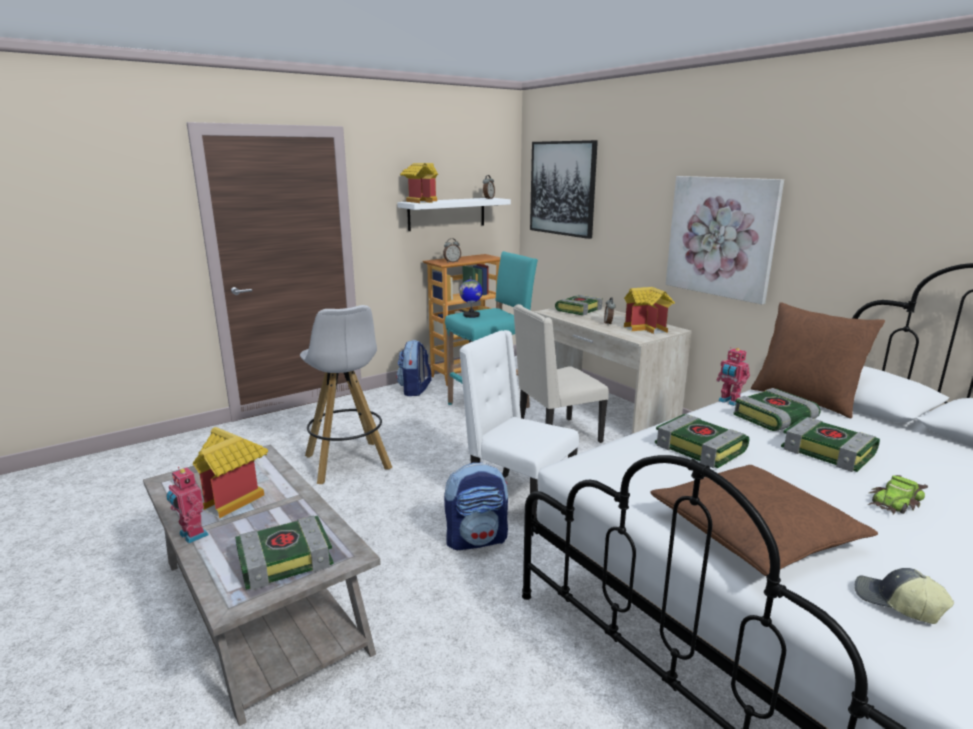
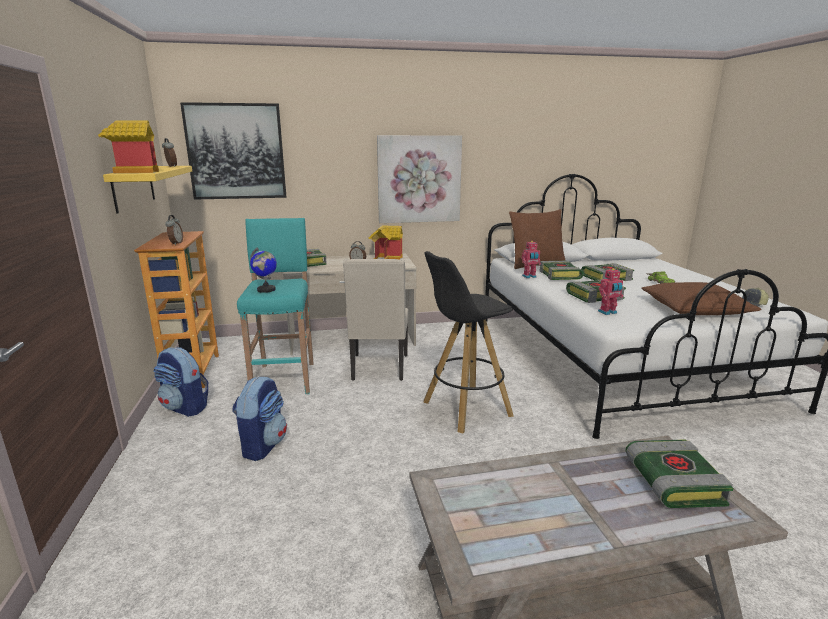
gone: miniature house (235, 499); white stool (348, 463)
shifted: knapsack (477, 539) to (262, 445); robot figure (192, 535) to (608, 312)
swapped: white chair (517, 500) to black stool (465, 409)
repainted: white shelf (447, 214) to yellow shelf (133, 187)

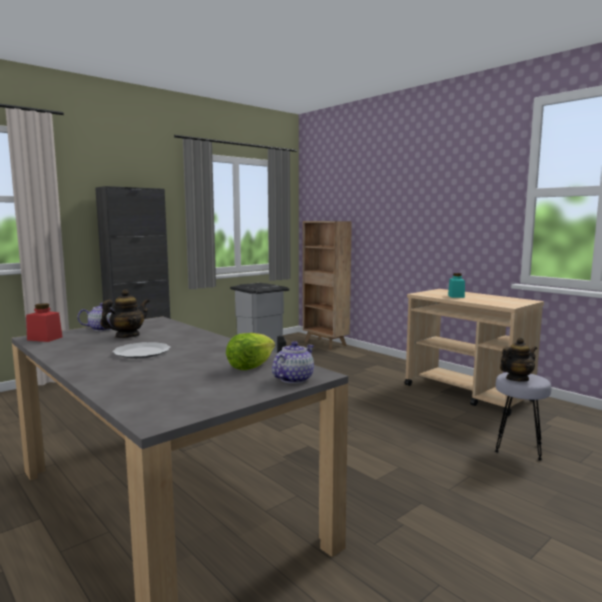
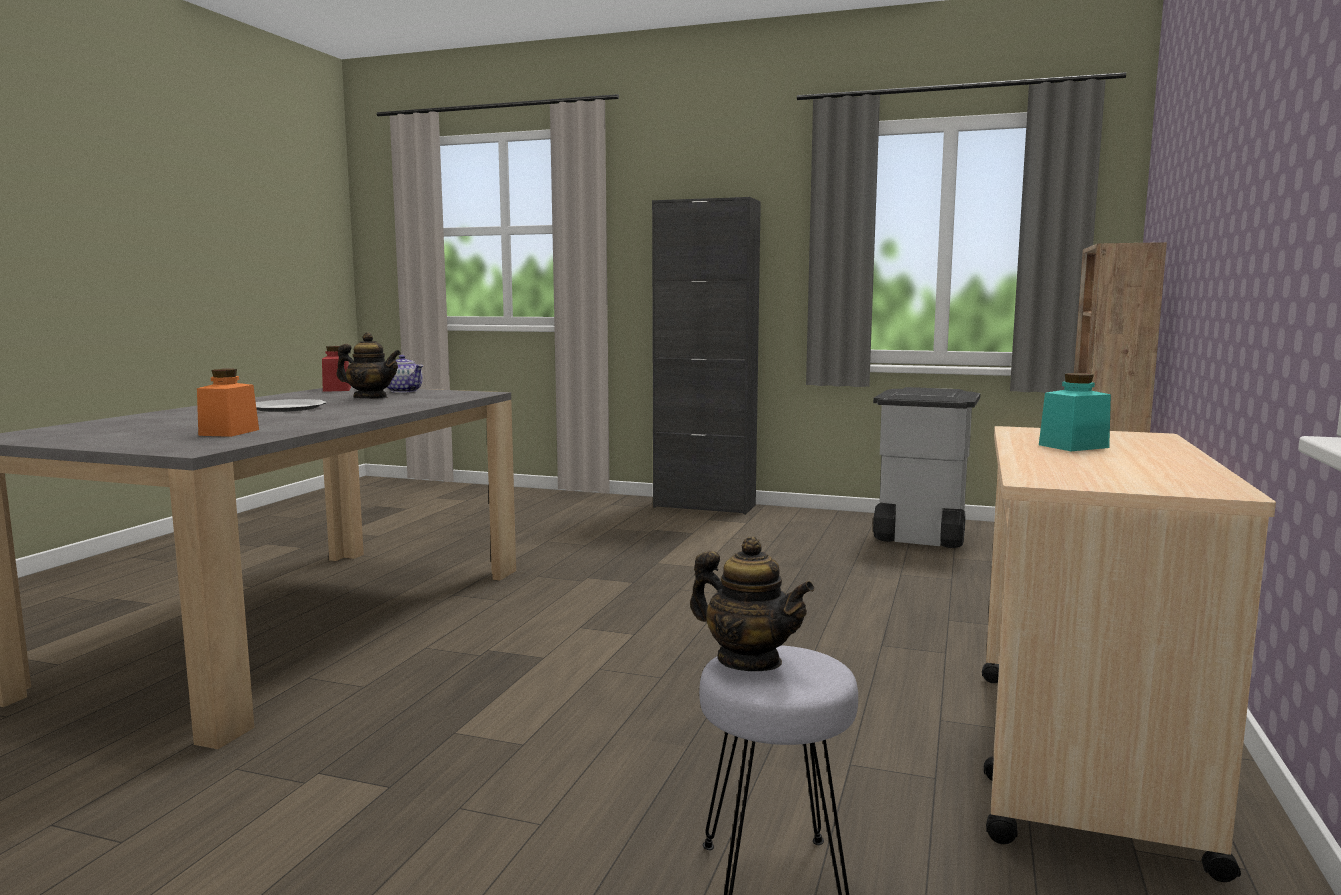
gone: pot for tea (293, 379)
swapped: lettuce (250, 367) to orange-coloured preserve jar (229, 432)

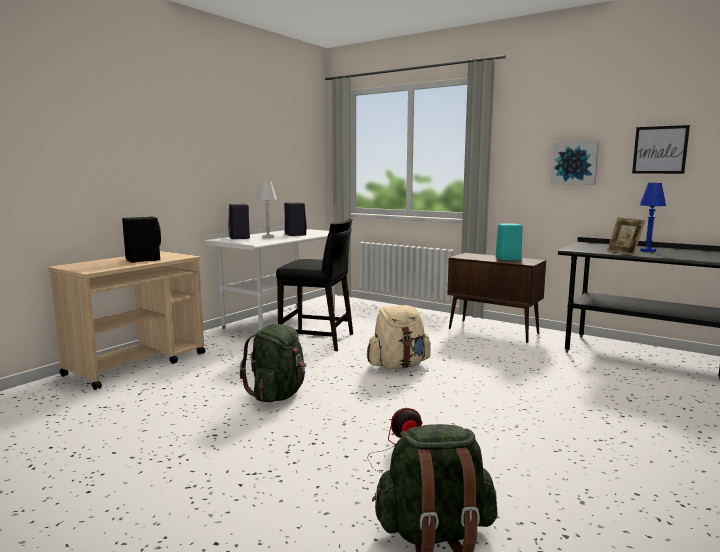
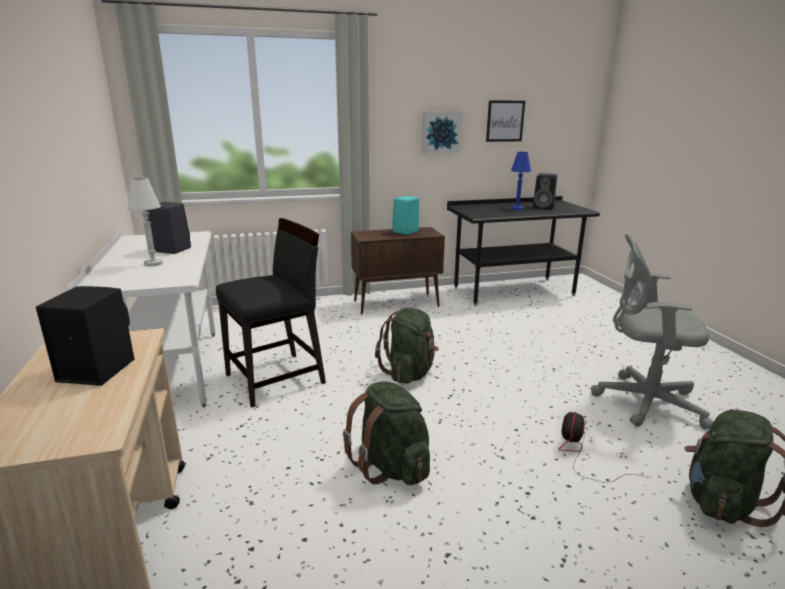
gone: standing frame (624, 252)
new: greyish desk chair (642, 401)
shifted: black loudspeaker (240, 238) to (544, 207)
repainted: beige-coloured knapsack (398, 366) to greenish knapsack (409, 373)

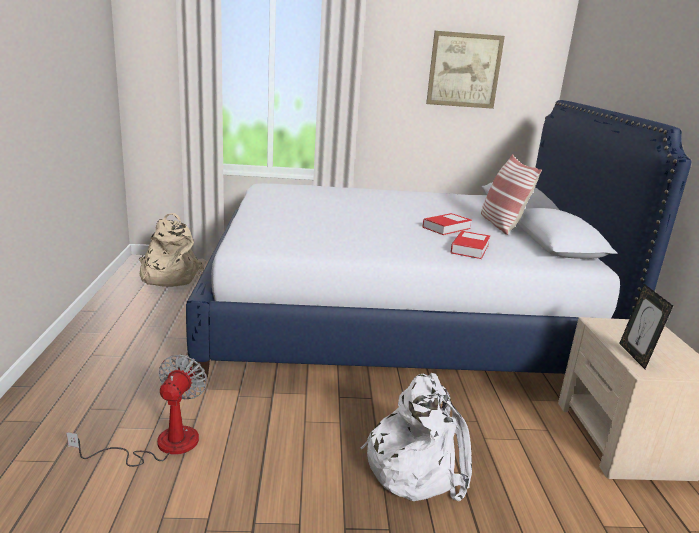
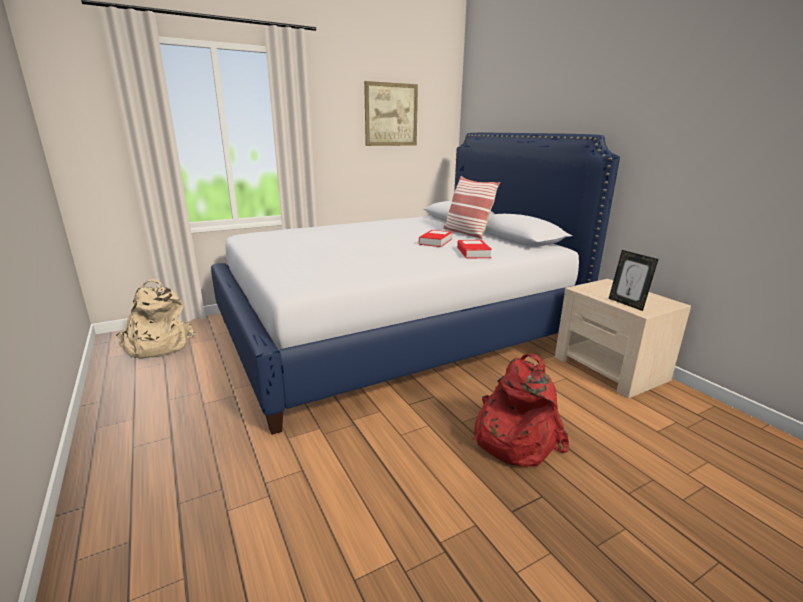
gone: cooling fan (161, 445)
repainted: white knapsack (416, 466) to red-coloured knapsack (513, 437)

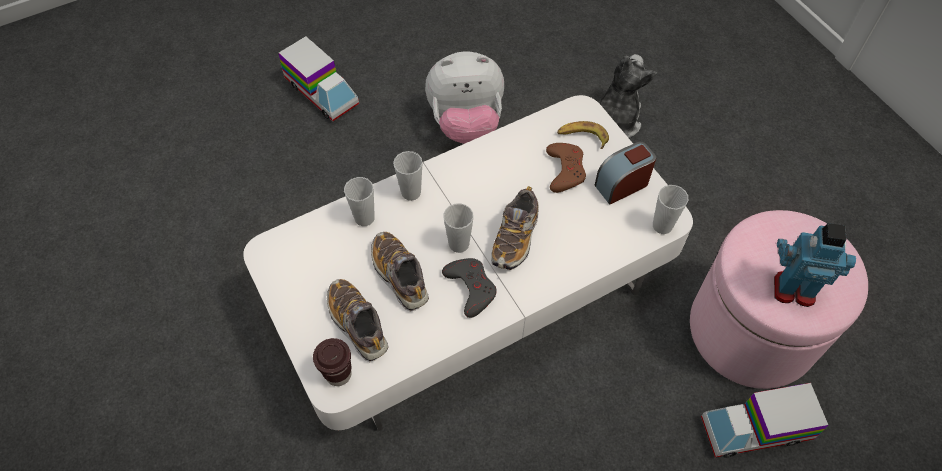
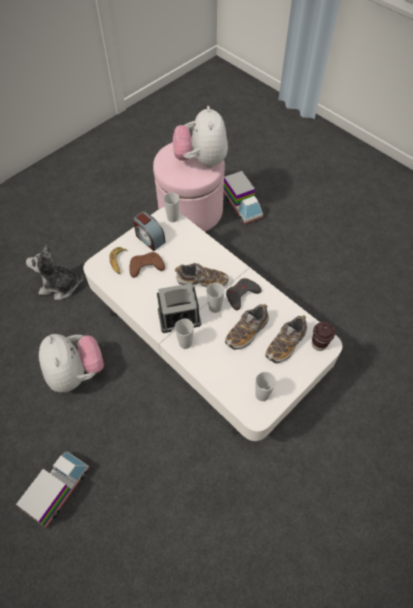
new: table clock (179, 317)
shifted: cup (364, 218) to (262, 395)
swapped: robot figure (793, 288) to cuddly toy (201, 160)

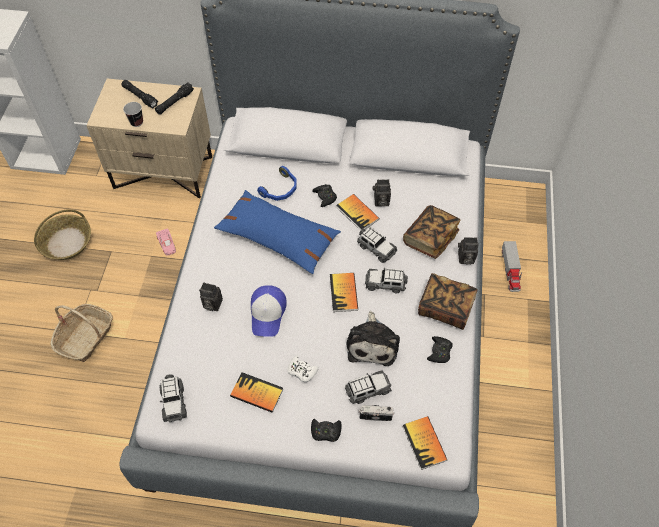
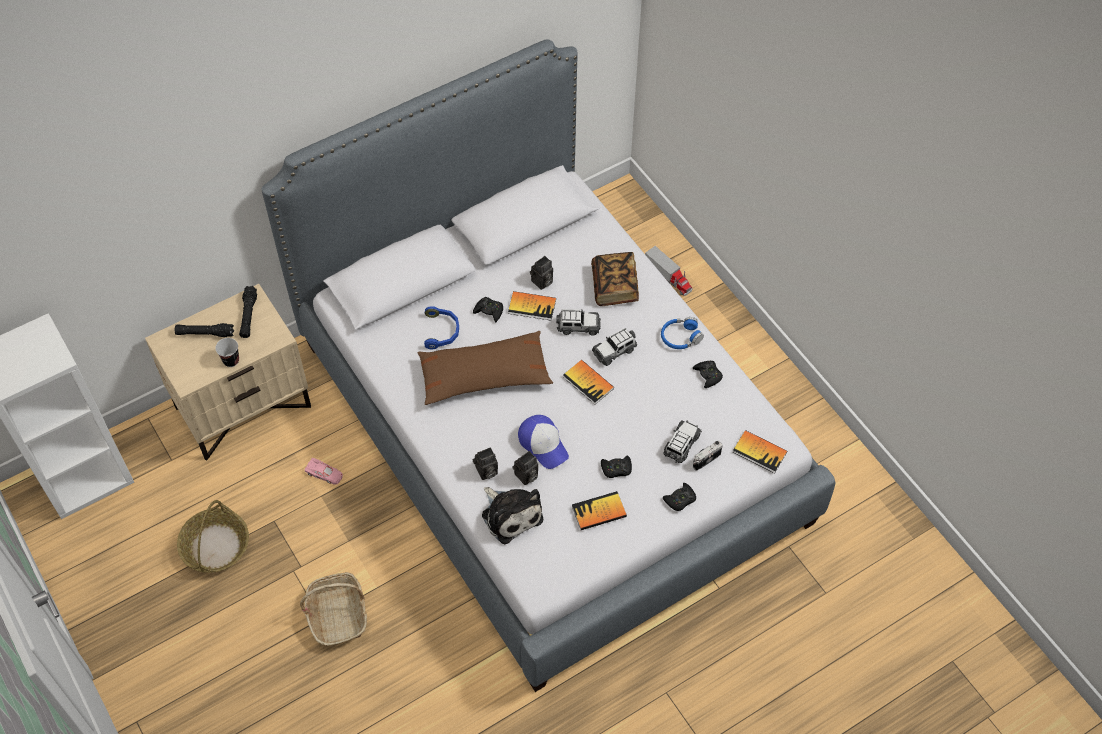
gone: toy car (174, 402)
shifted: cuddly toy (372, 343) to (510, 514); photo camera (465, 259) to (526, 476)
swapped: bound book (445, 308) to blue headset (680, 337)
repainted: blue throw pillow (278, 237) to brown throw pillow (484, 375); white joypad (302, 371) to black joypad (616, 469)

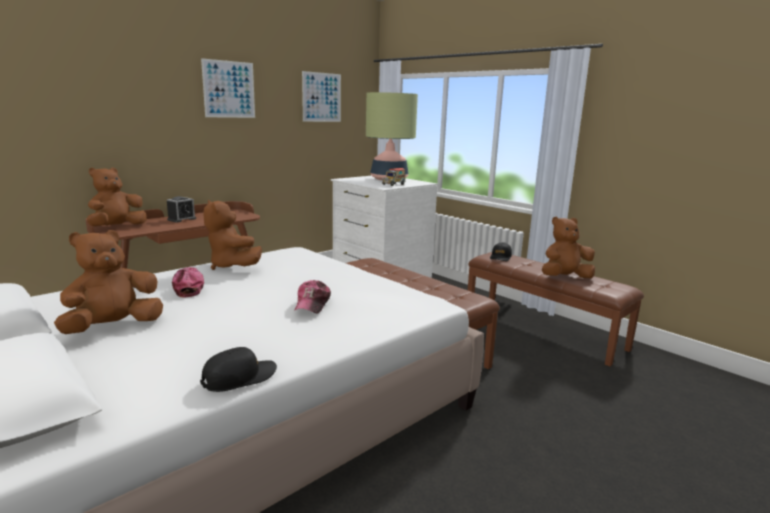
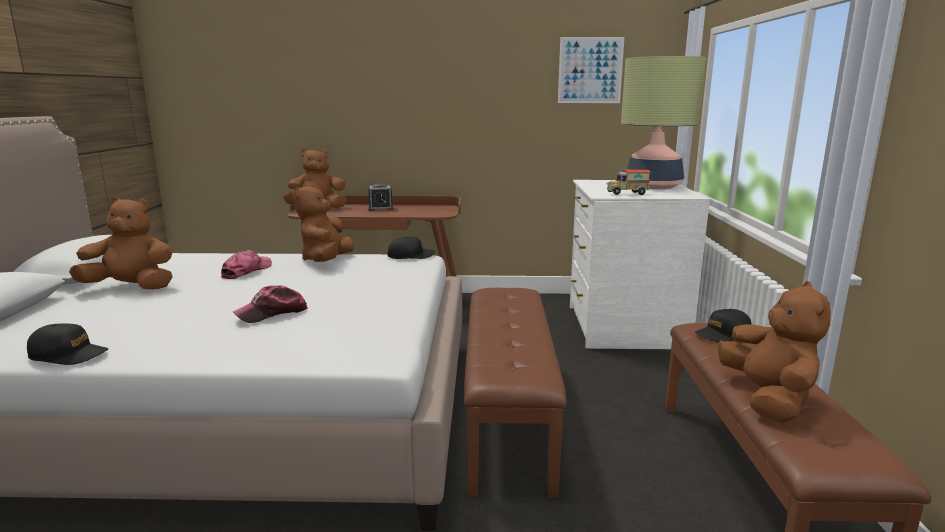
gone: wall art (229, 89)
new: black cap (411, 256)
rotated: brown cuddly toy (564, 278) = (767, 399) 60 degrees clockwise

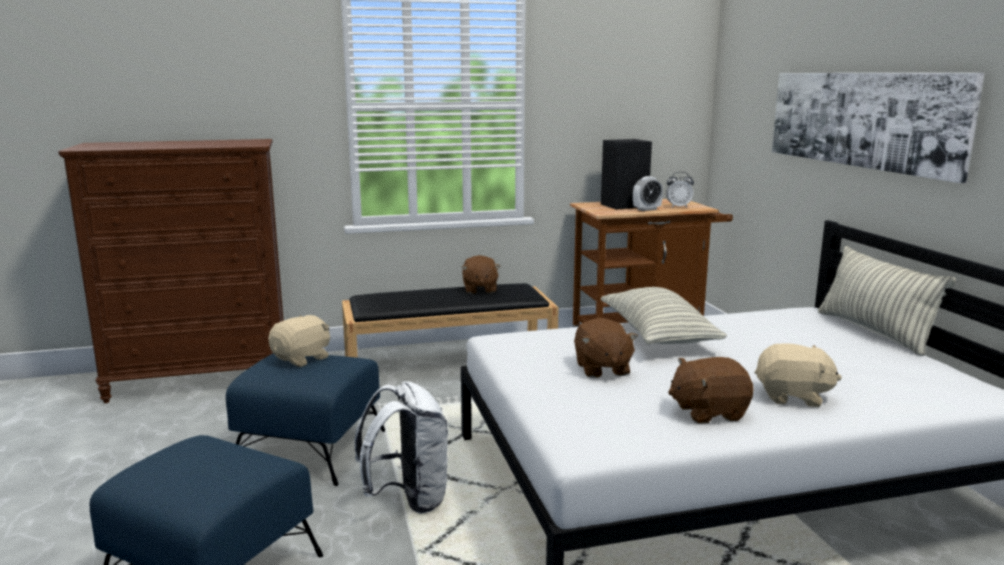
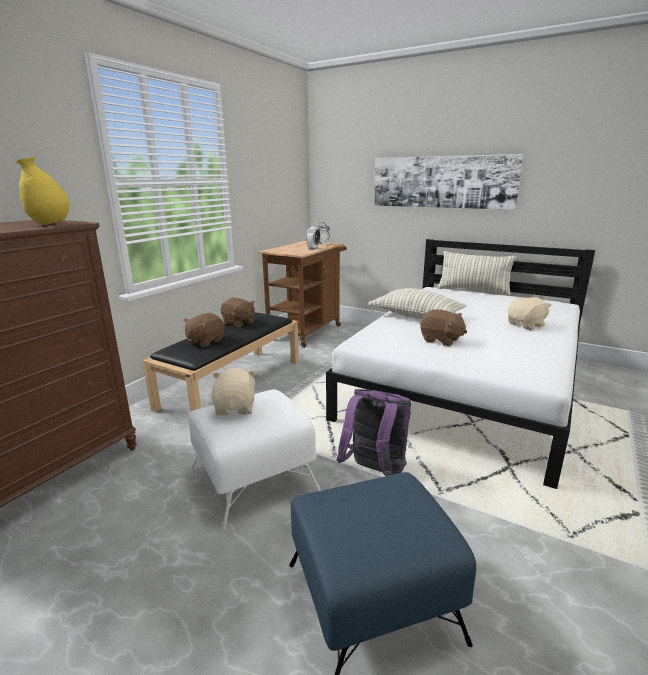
gone: black loudspeaker (625, 205)
new: yellow vase (50, 224)
shifted: brown cuddly toy (708, 412) to (205, 341)
repainted: blue pouffe (310, 448) to white pouffe (253, 479); white knapsack (408, 499) to purple knapsack (374, 471)

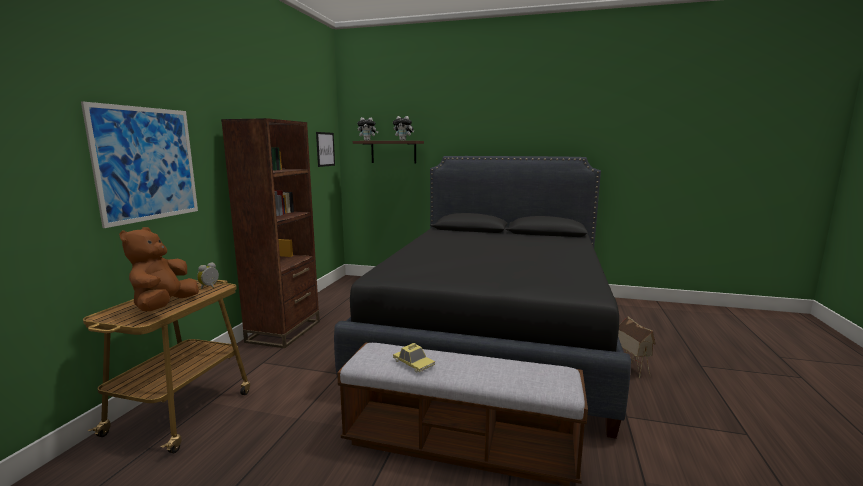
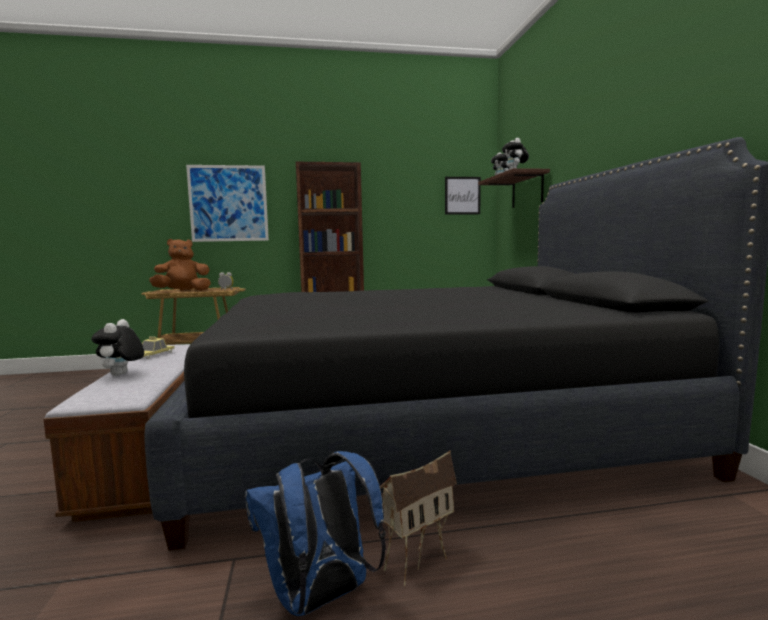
new: cuddly toy (121, 375); blue knapsack (320, 598)

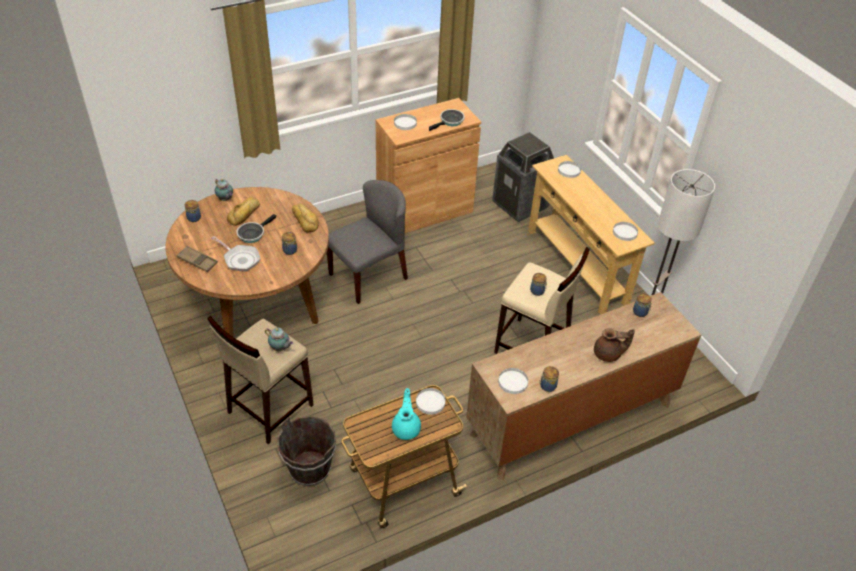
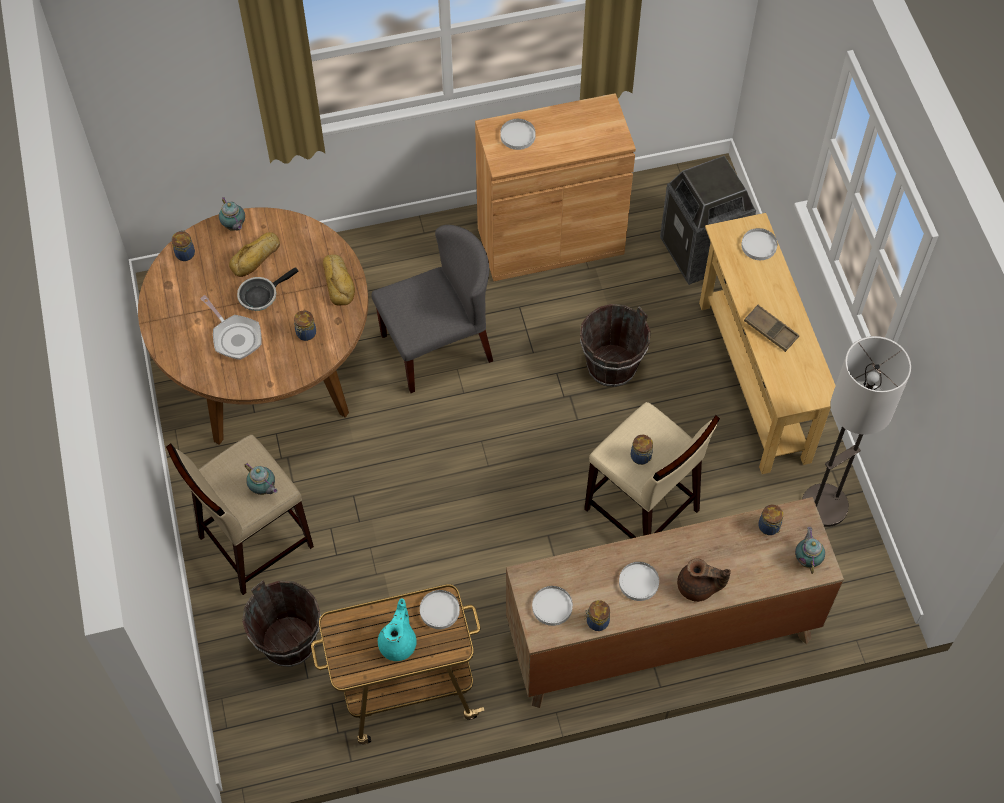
gone: pan (450, 121)
new: brown water bucket (611, 366); pot for tea (807, 559)
shifted: white plate (625, 232) to (639, 582); brown tray (197, 261) to (770, 330)

